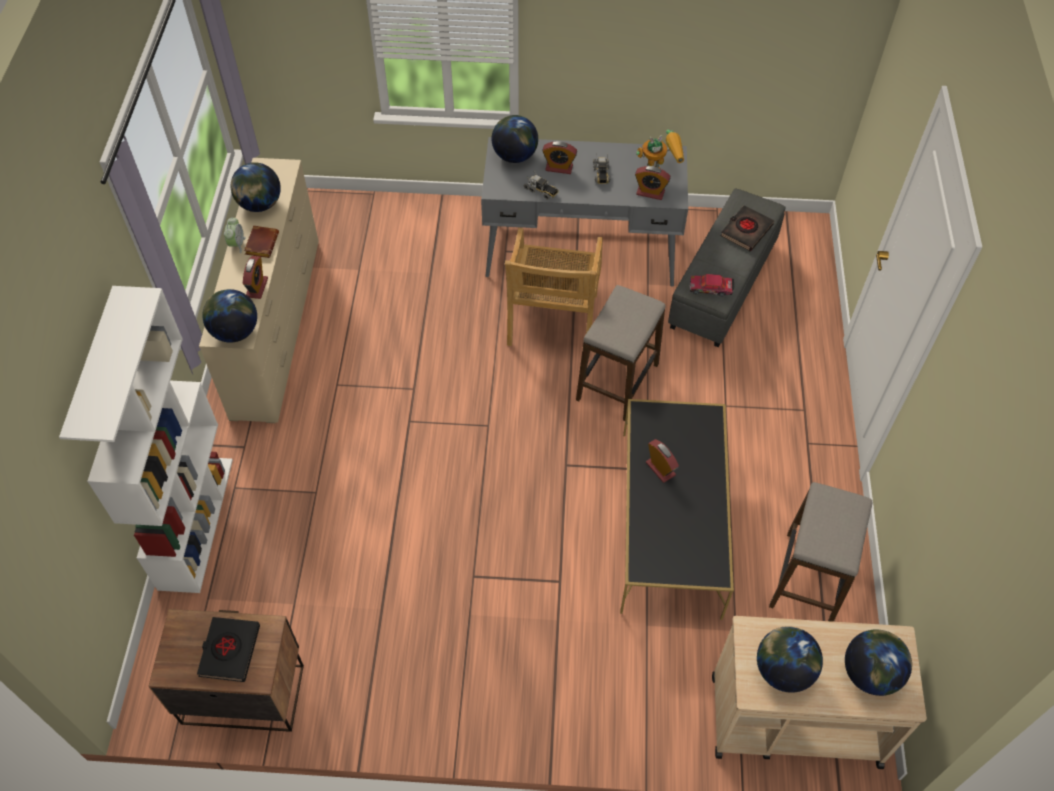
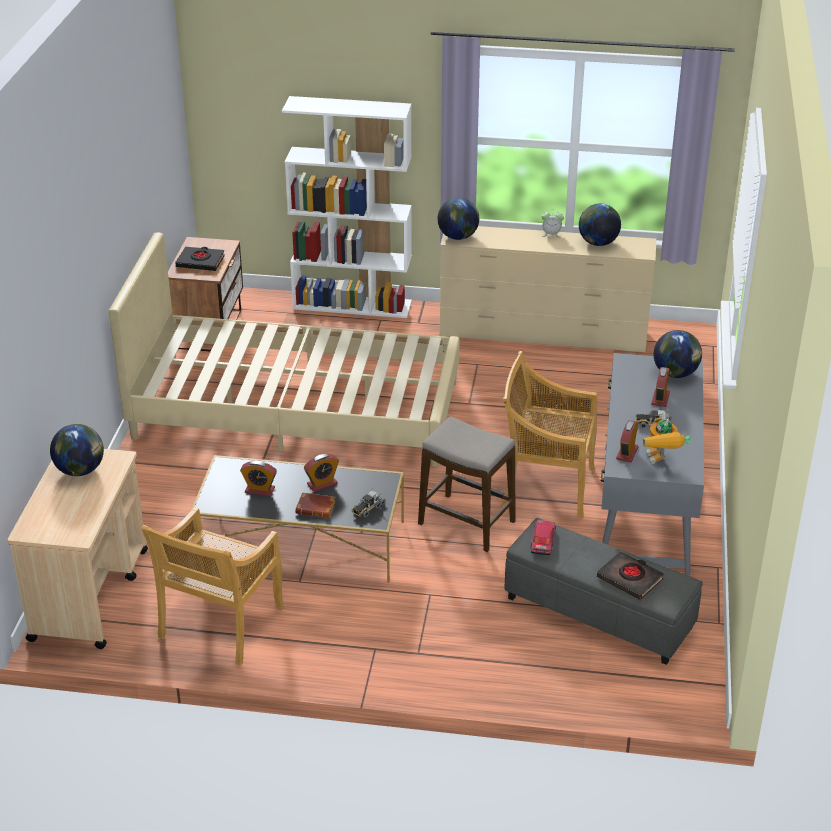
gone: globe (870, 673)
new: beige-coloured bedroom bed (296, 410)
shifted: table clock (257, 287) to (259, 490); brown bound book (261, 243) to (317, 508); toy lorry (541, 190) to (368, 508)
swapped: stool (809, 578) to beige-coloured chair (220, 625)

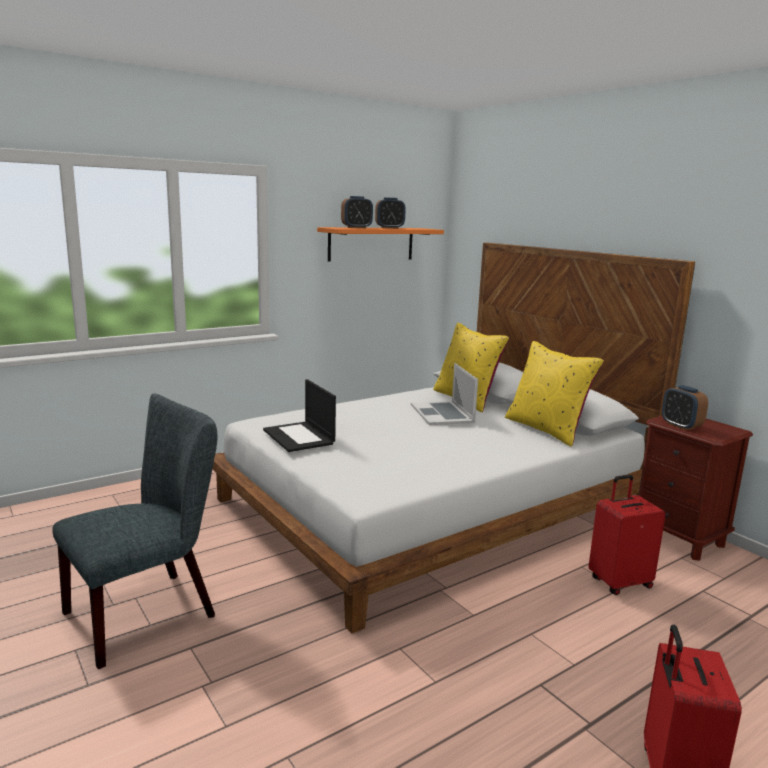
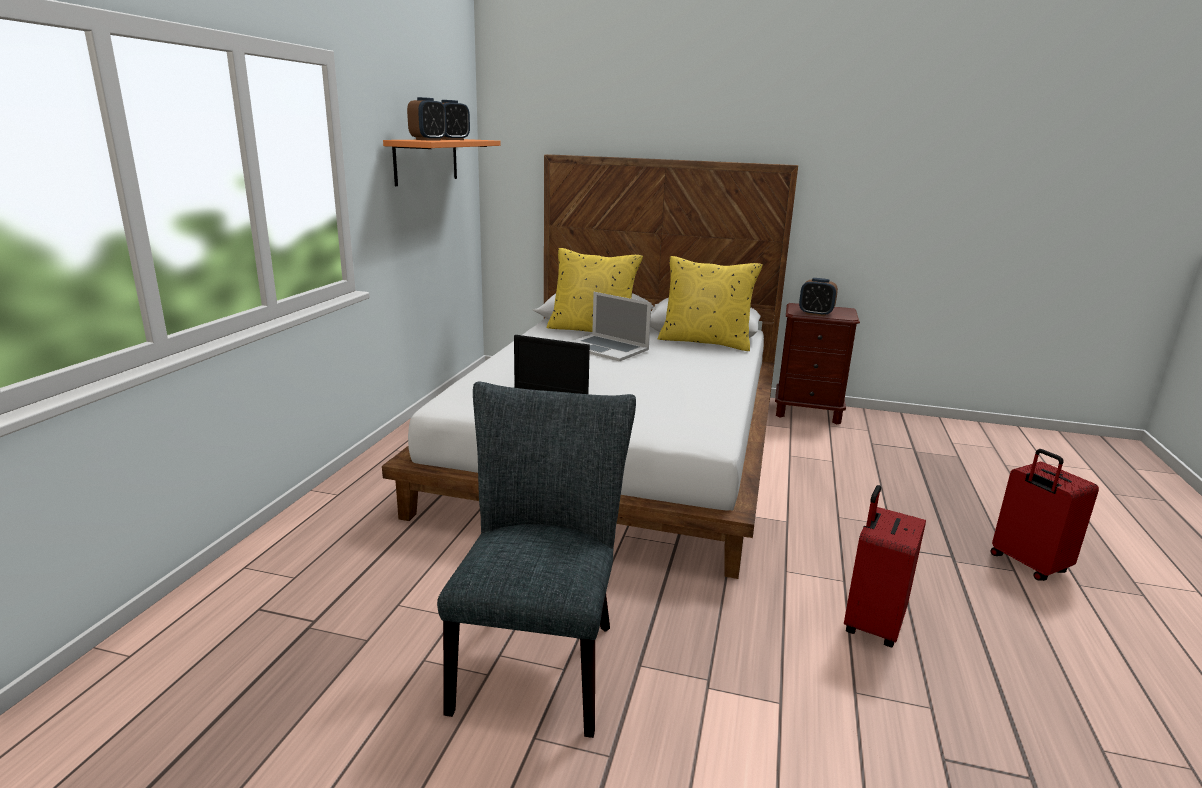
shifted: red-coloured travel case (619, 582) to (871, 624)

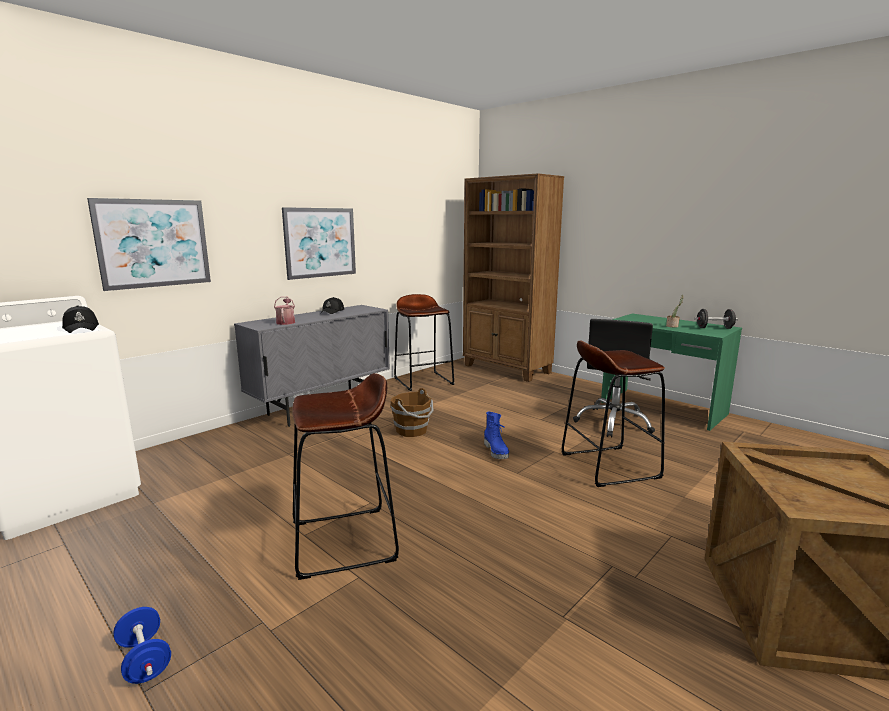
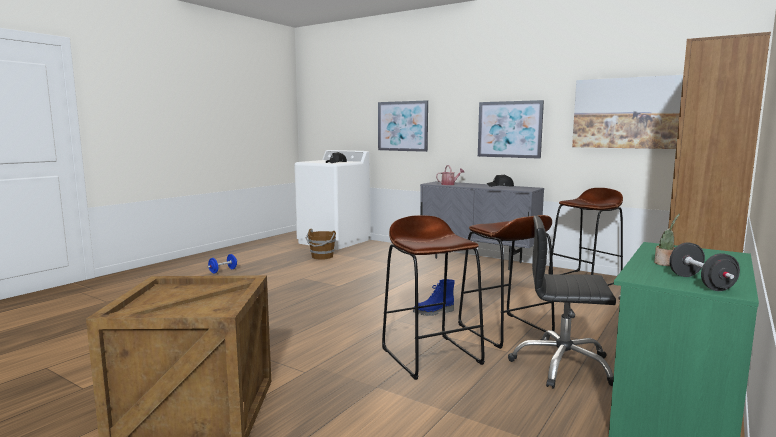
new: wall art (628, 113)
shifted: brown water bucket (412, 431) to (322, 257); brown stool (344, 541) to (504, 330)

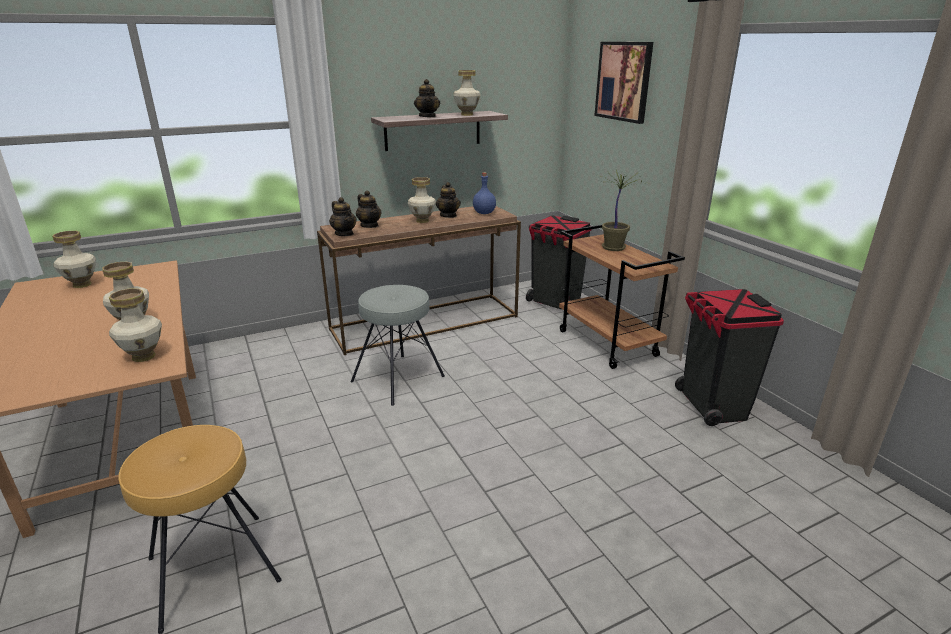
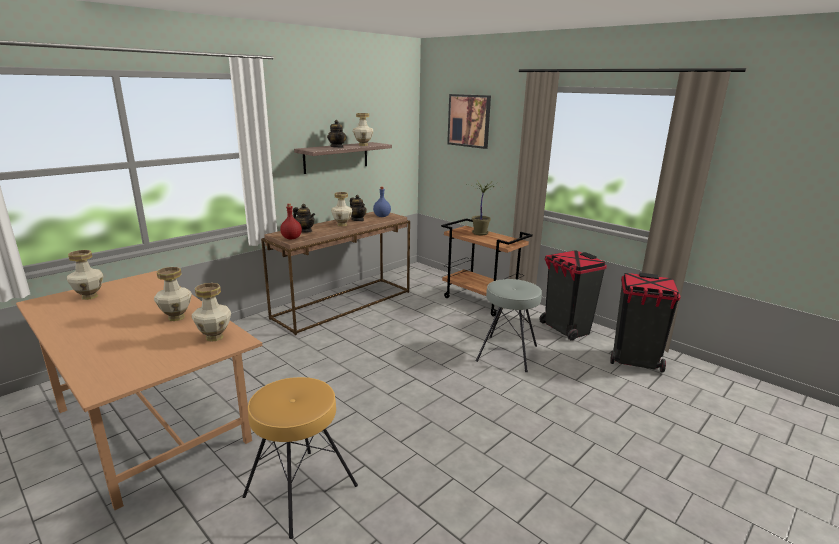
shifted: greyish stool (398, 379) to (507, 353); black rubbish bin (555, 303) to (635, 361)
swapped: pot for tea (344, 234) to red-coloured bottle (291, 238)

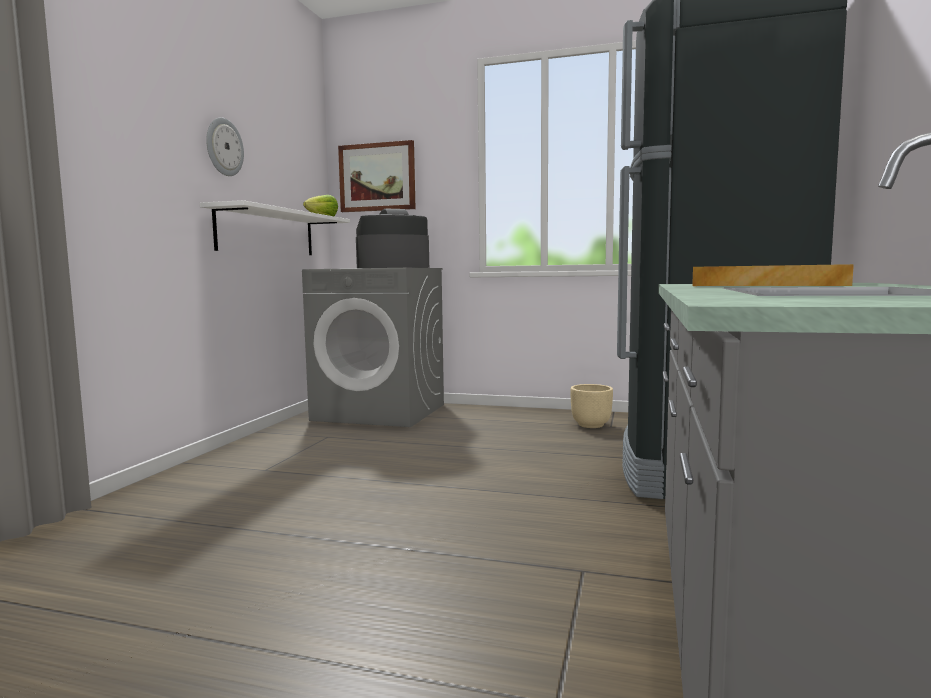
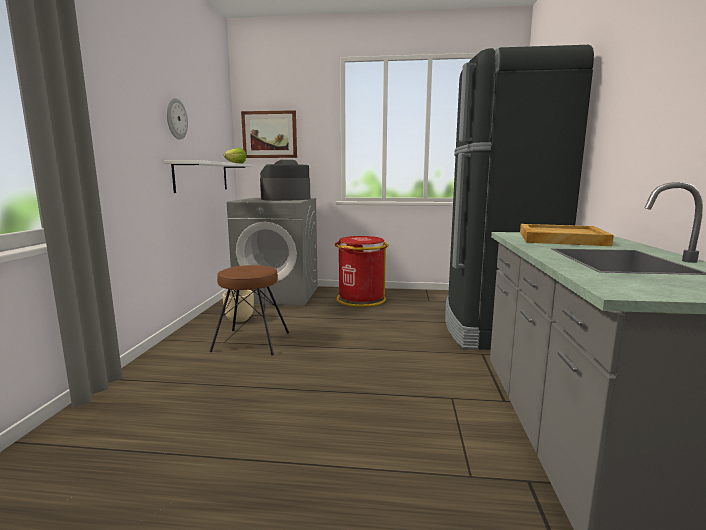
new: brown stool (251, 341); red-coloured rubbish bin (360, 299)
shifted: beige-coloured plant pot (591, 425) to (240, 319)

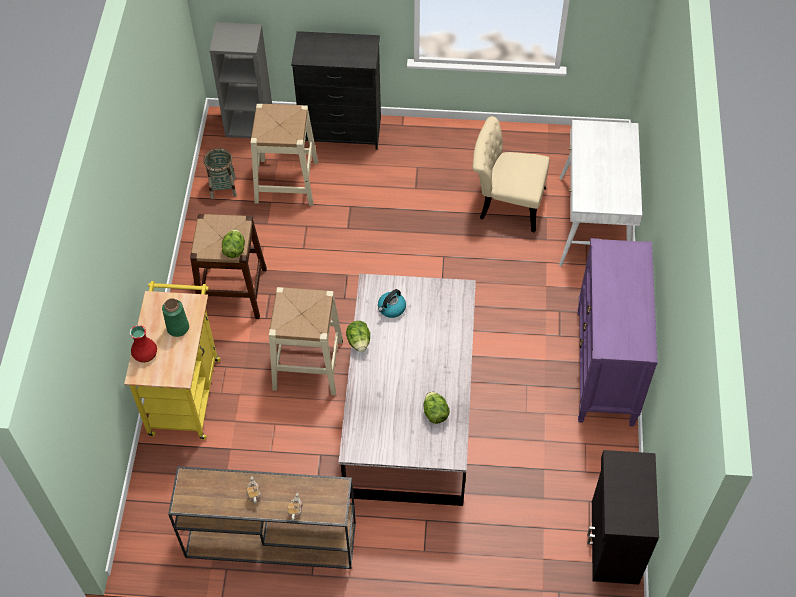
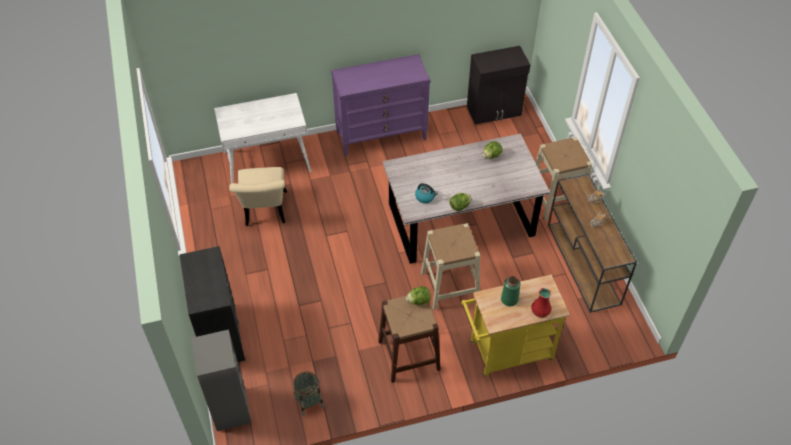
shifted: beige-coloured stool (286, 182) to (556, 199)

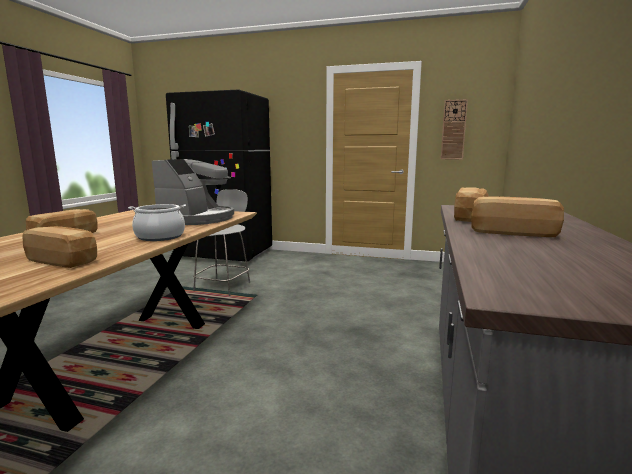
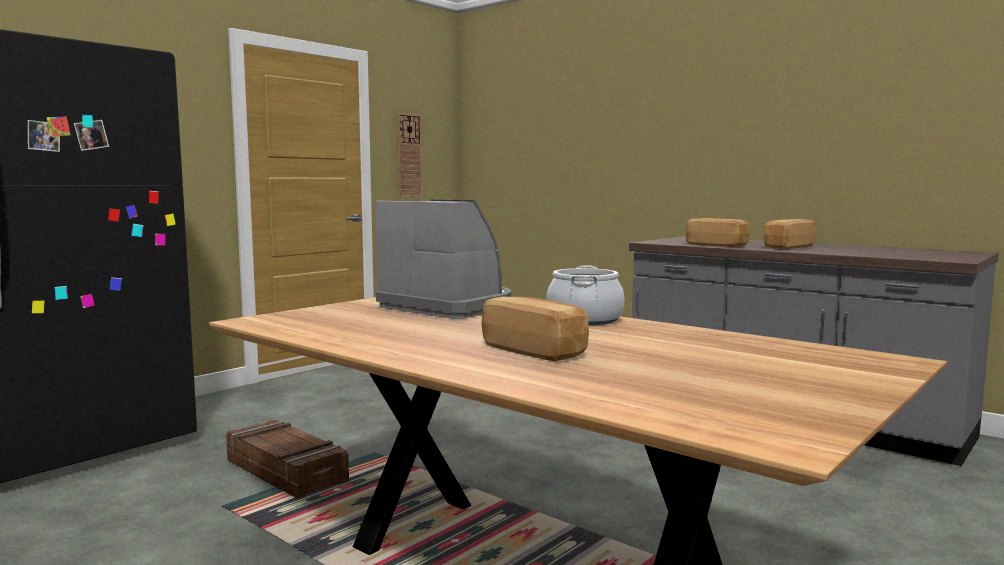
gone: bakery bread (63, 261)
swapped: greyish stool (224, 286) to crate (287, 471)

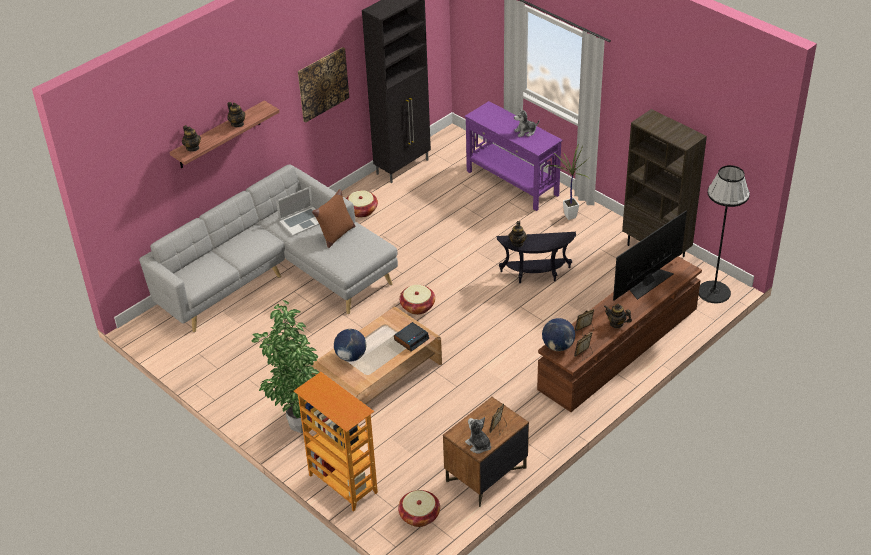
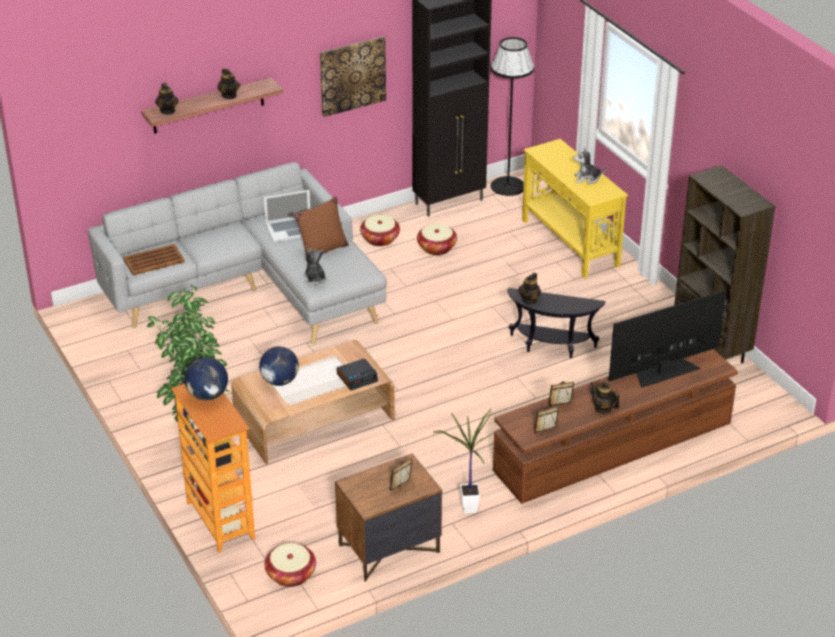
new: brown tray (154, 260)
shifted: globe (558, 346) to (208, 395); cuddly toy (478, 445) to (314, 279); basket (417, 306) to (436, 248); potted plant (567, 216) to (465, 508); black floor lamp (713, 292) to (507, 186)
repainted: purple console table (512, 183) to yellow console table (570, 243)

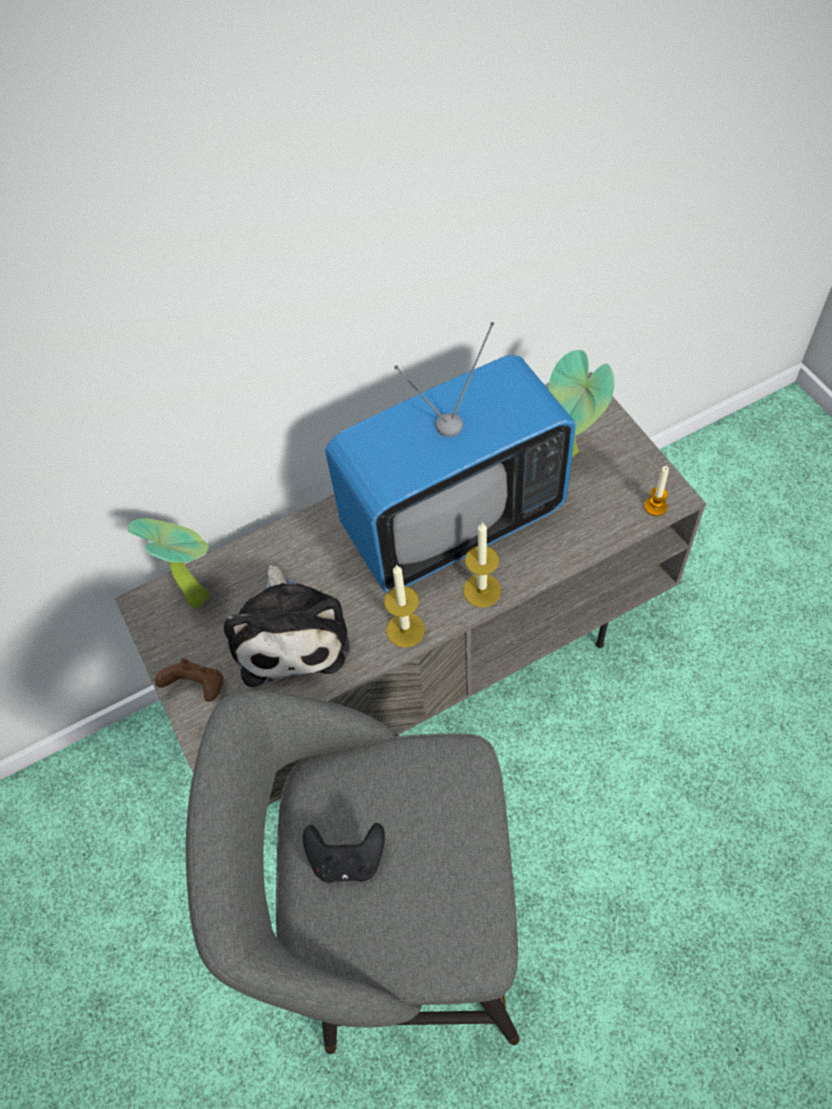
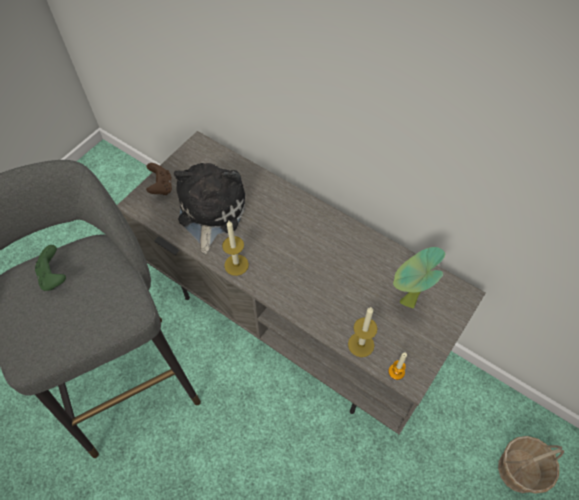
gone: potted plant (198, 594); television (453, 521)
new: basket (519, 470)
shifted: candle (482, 590) to (361, 344)
repainted: black joypad (347, 859) to greenish joypad (54, 277)
rotated: cuddly toy (291, 633) = (210, 212) 135 degrees clockwise

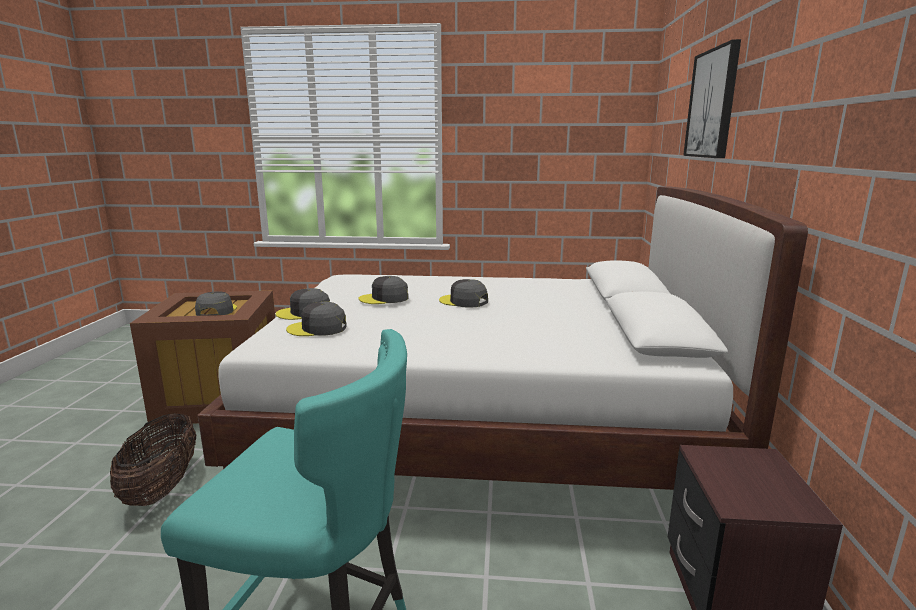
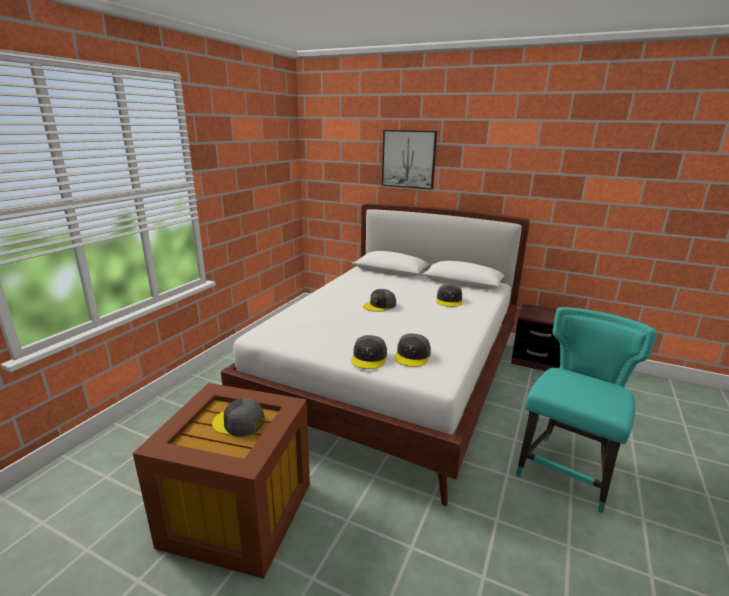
gone: basket (162, 488)
shifted: greyish cap (384, 298) to (449, 300)

